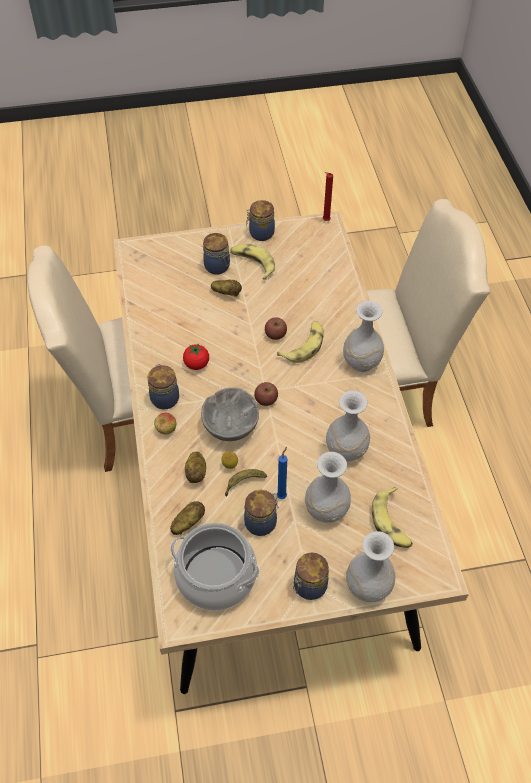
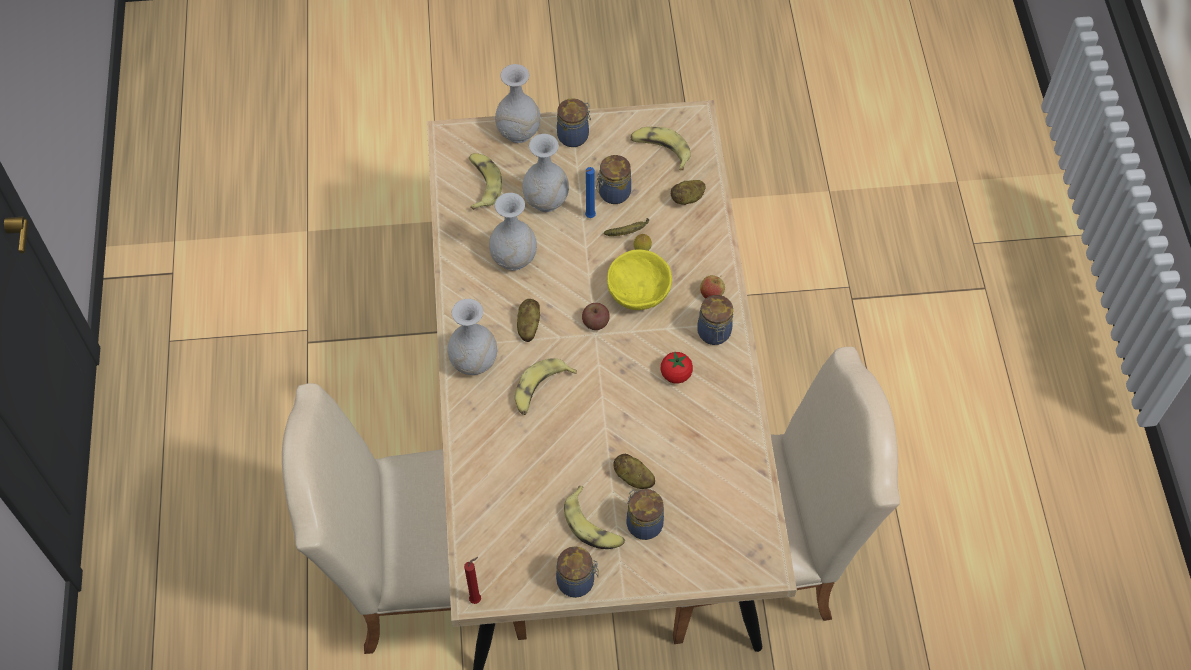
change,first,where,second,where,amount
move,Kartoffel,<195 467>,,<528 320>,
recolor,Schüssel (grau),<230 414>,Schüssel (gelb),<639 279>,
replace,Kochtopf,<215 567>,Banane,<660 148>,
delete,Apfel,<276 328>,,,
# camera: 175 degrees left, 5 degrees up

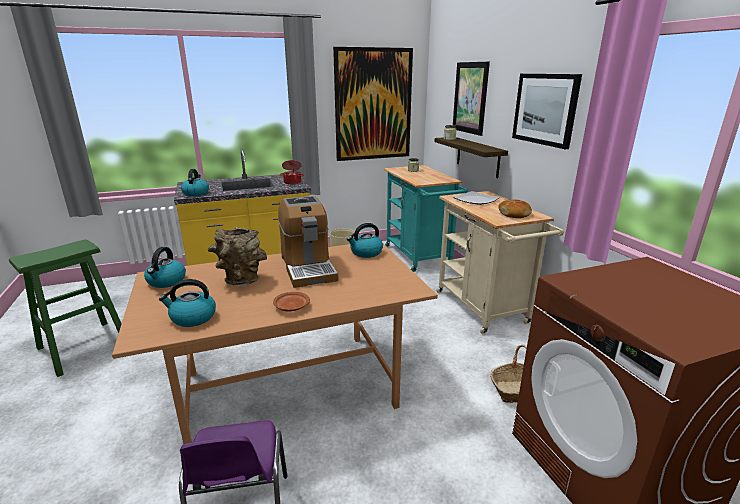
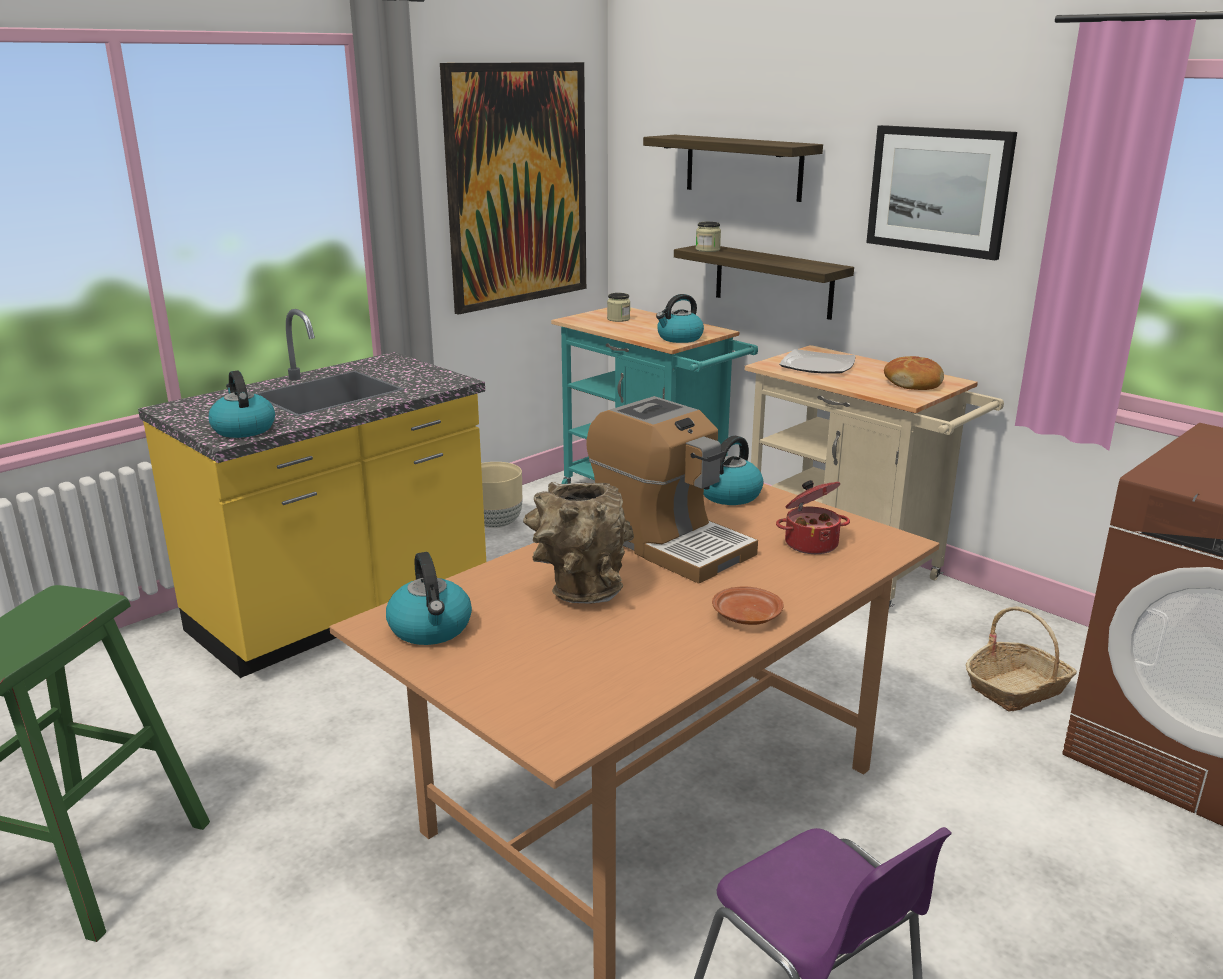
change,first,where,second,where,amount
replace,Bild,<471 99>,Wandregal,<733 168>,
move,Wasserkessel,<187 303>,,<680 318>,
move,Kochtopf,<292 172>,,<813 517>,
# camera: 25 degrees left, 0 degrees up

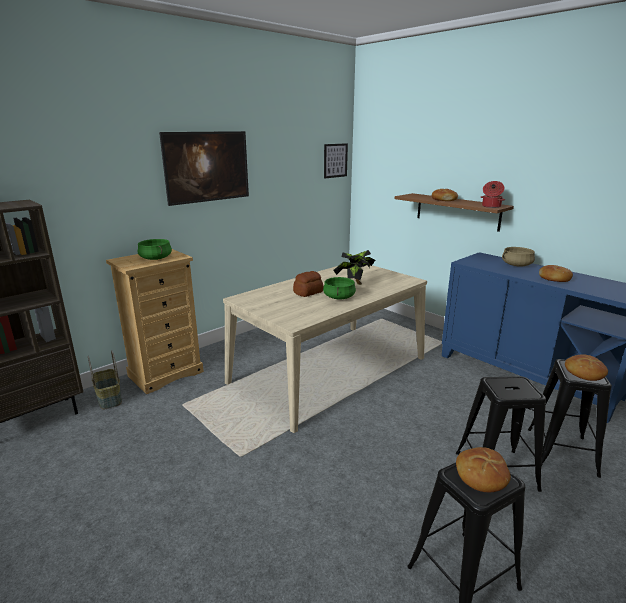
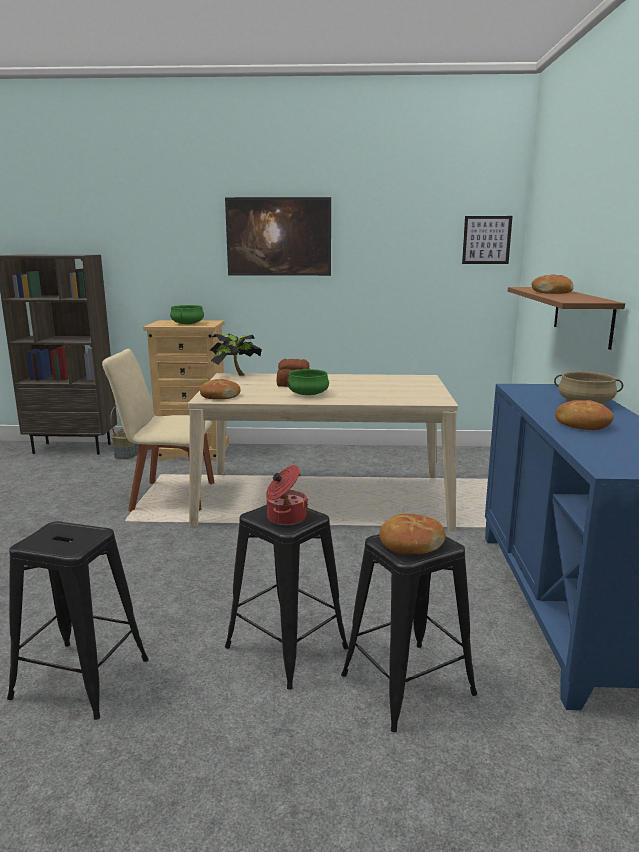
change,first,where,second,where,amount
insert,,,Stuhl (beige),<158 430>,
move,Brot,<483 469>,,<220 389>,
move,Topfpflanze,<354 267>,,<236 354>,
move,Kochtopf,<493 194>,,<287 495>,
# camera: 45 degrees right, 5 degrees down

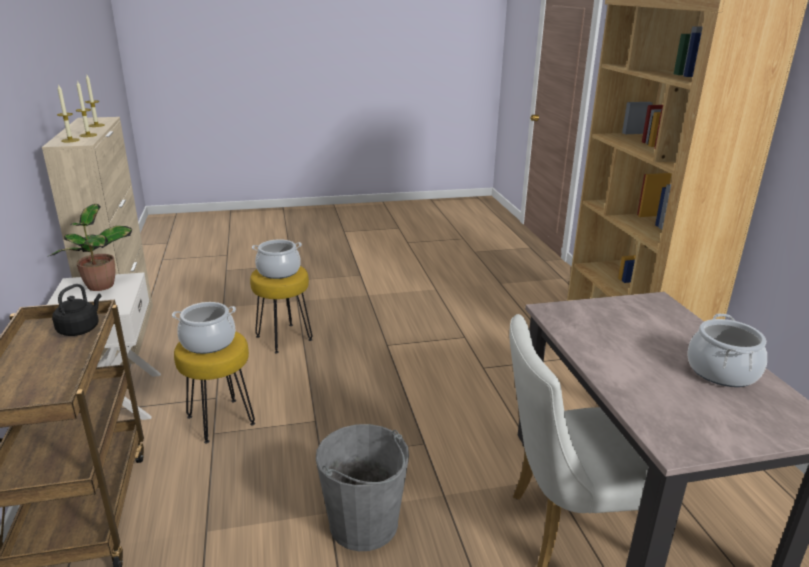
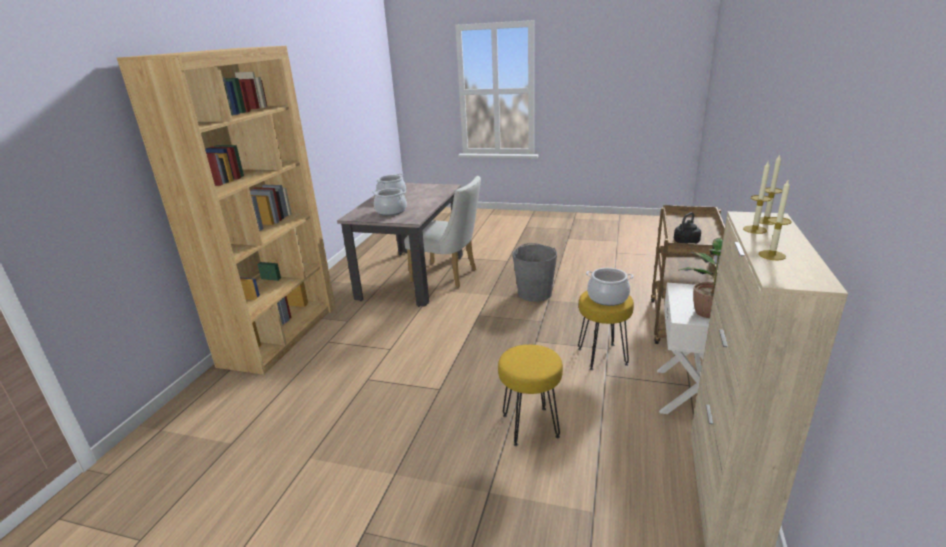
change,first,where,second,where,amount
move,Kochtopf,<277 259>,,<389 202>,
# camera: 150 degrees left, 0 degrees up

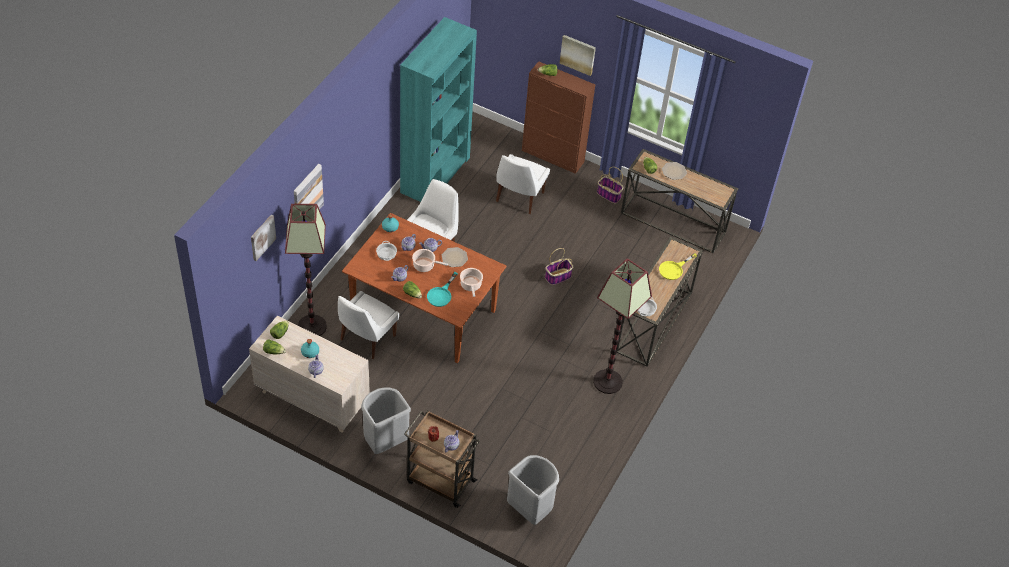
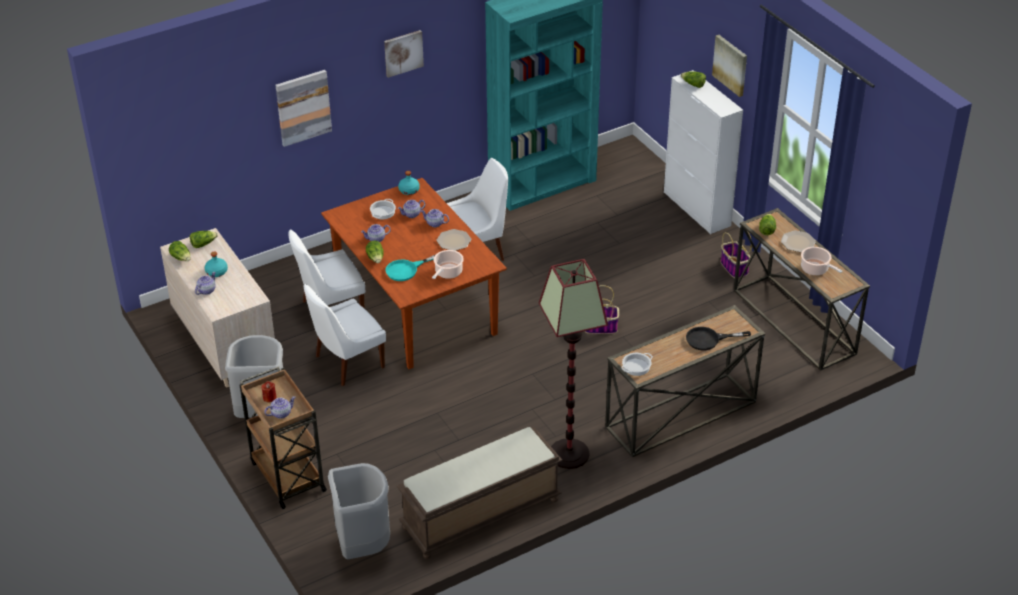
change,first,where,second,where,amount
move,Stuhl (weiß),<523 184>,,<344 335>,
move,Bild,<263 238>,,<404 54>,
insert,,,Bank (braun),<479 493>,
recolor,Schrank (braun),<558 117>,Schrank (weiß),<703 152>,
recolor,Pfanne (gelb),<678 266>,Pfanne (schwarz),<718 338>,
move,Kochtopf,<430 260>,,<822 261>,
delete,Stehlampe,<306 270>,,,
# camera: 35 degrees right, 10 degrees down

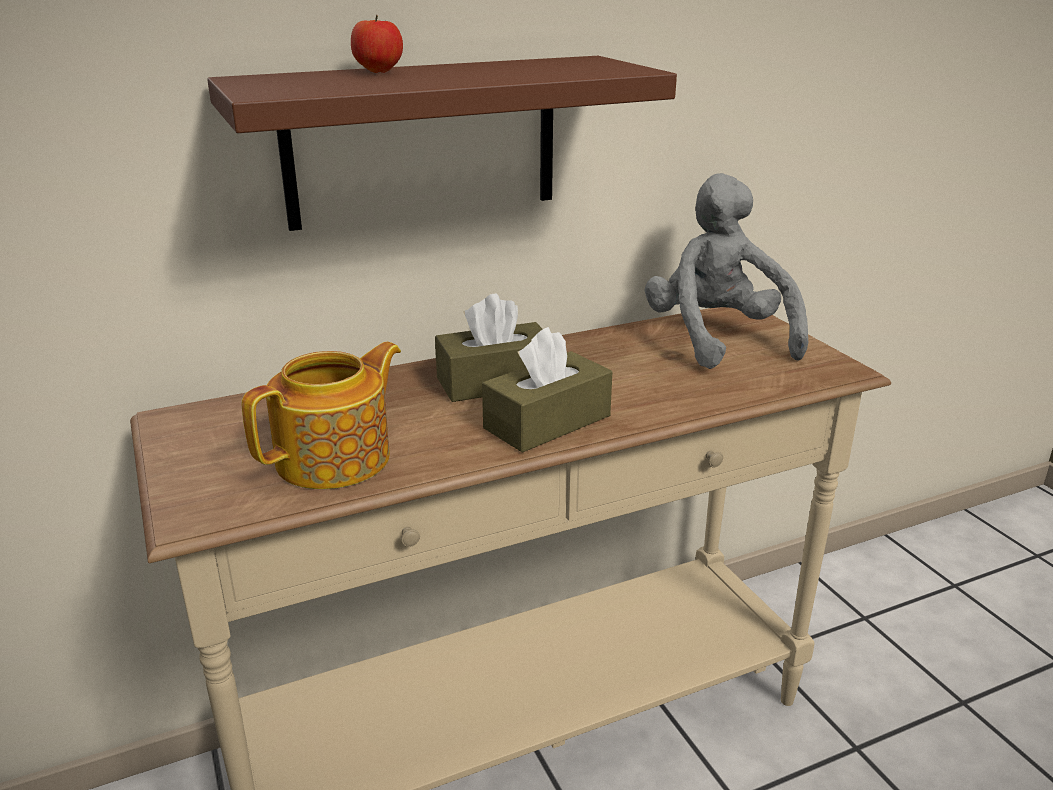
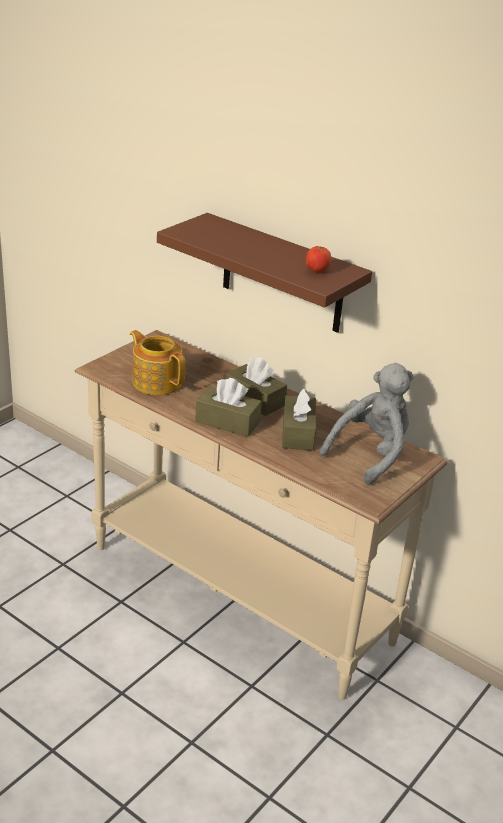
change,first,where,second,where,amount
rotate,Teekanne,<321 415>,,<157 362>,150 degrees counterclockwise
insert,,,Taschentuchbox (braun),<299 419>,
move,Apfel,<377 43>,,<318 259>,
# camera: 60 degrees right, 5 degrees up

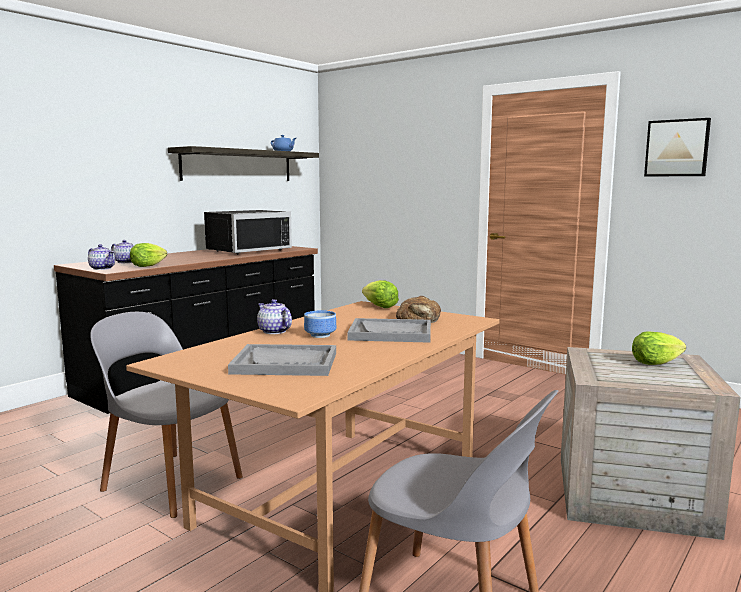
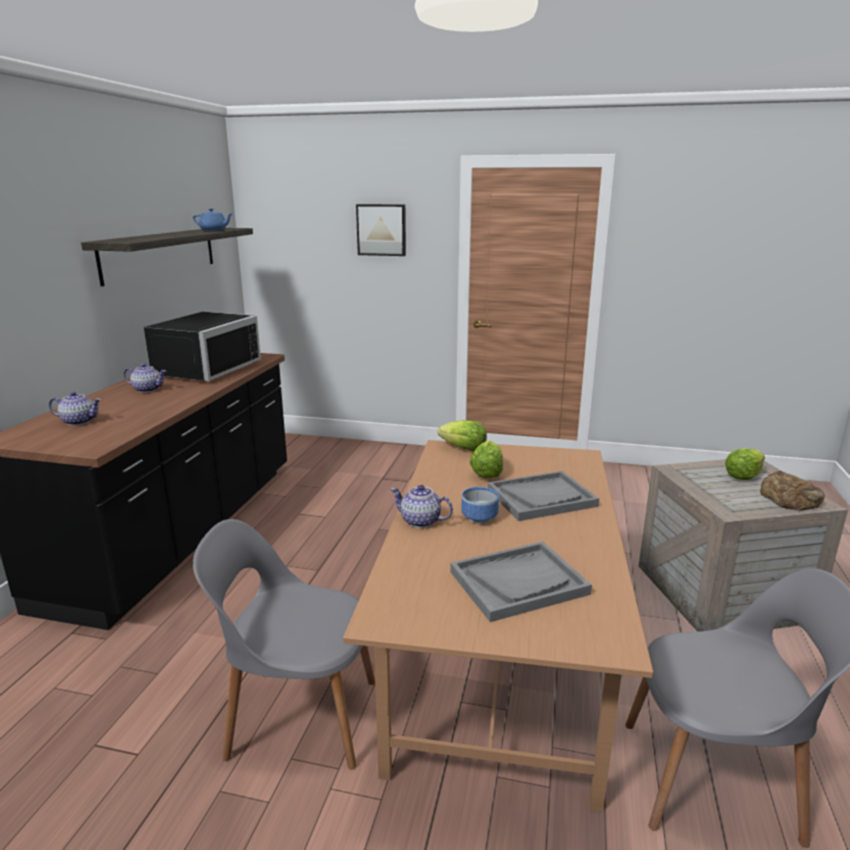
change,first,where,second,where,amount
move,Teekanne,<101 257>,,<144 378>,
move,Bild,<677 147>,,<381 230>,
move,Salatkopf,<148 255>,,<486 459>,
move,Brot,<418 309>,,<792 491>,
# camera: 25 degrees left, 10 degrees up

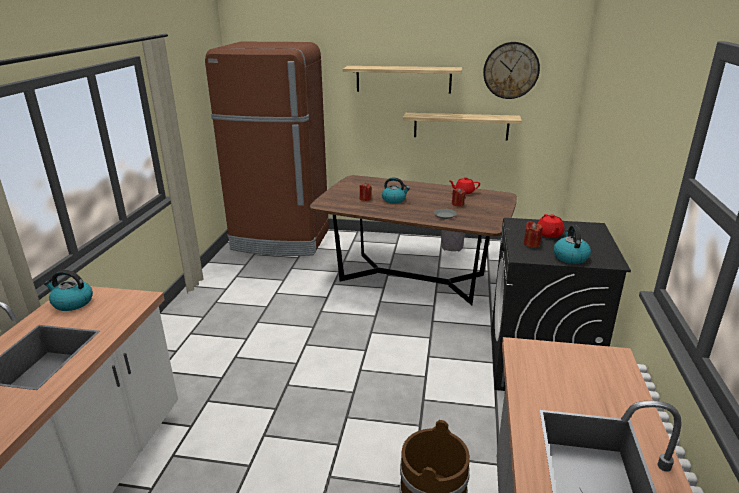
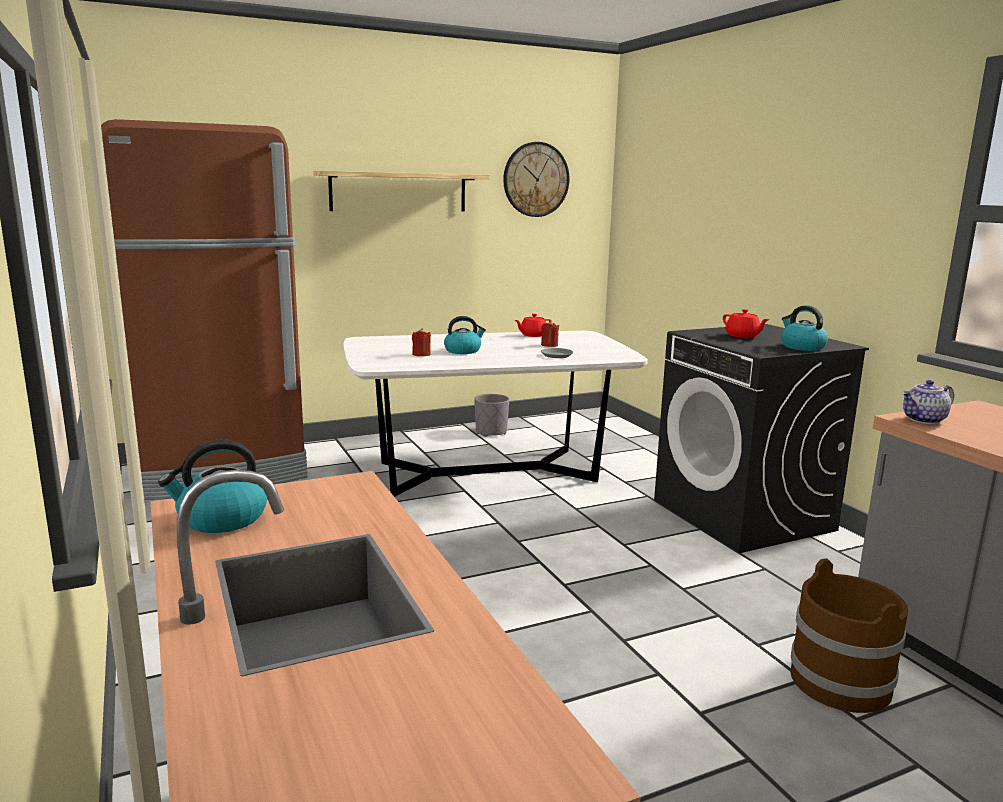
change,first,where,second,where,amount
recolor,Esstisch (braun),<413 240>,Esstisch (weiß),<495 414>,
insert,,,Teekanne,<928 402>,
delete,Wandregal,<462 126>,,,
delete,Kerze (rot),<533 234>,,,
# camera: 35 degrees left, 10 degrees down

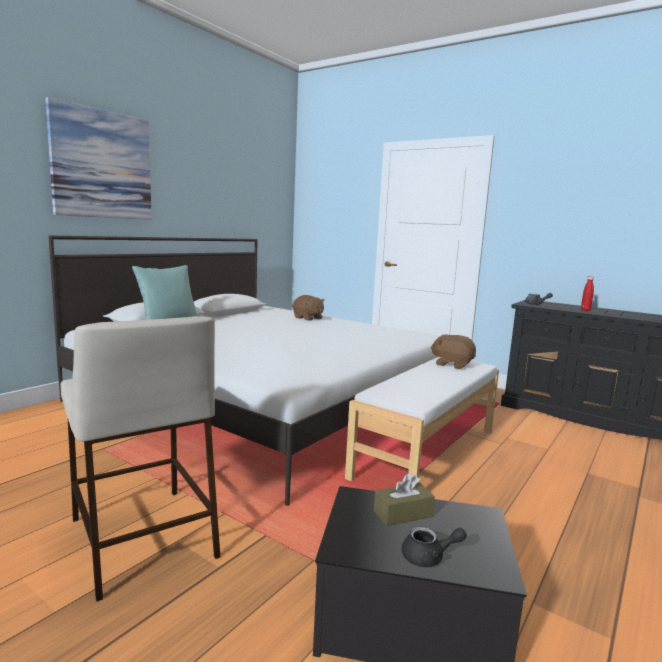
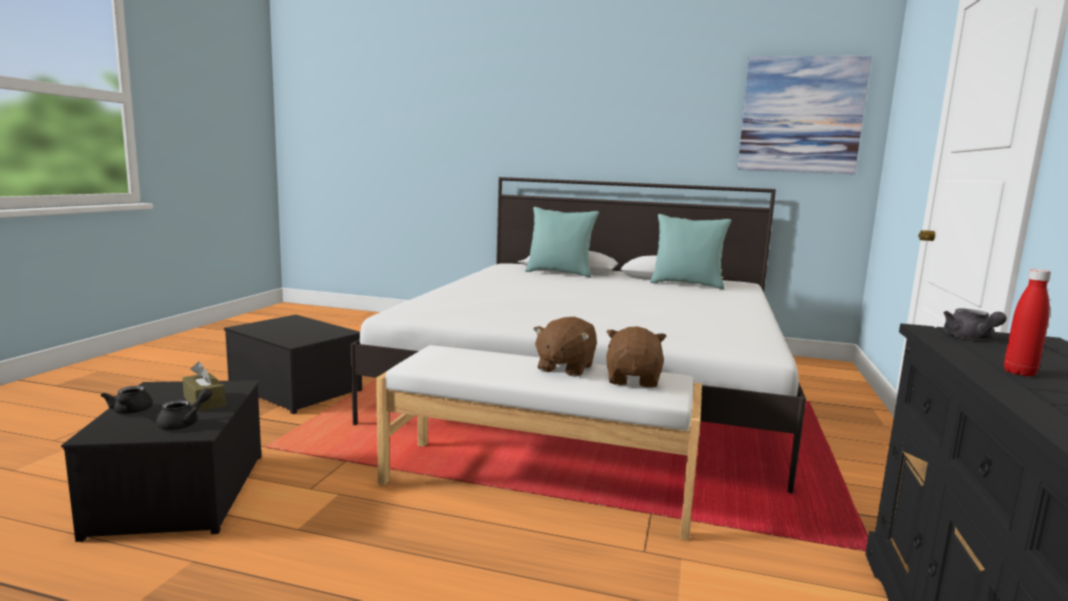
change,first,where,second,where,amount
insert,,,Teekanne (schwarz),<184 409>,
replace,Hocker (beige),<140 459>,Aufbewahrungsbox,<293 364>,
move,Plüschtier (braun),<309 308>,,<565 347>,
insert,,,Kissen (türkis),<690 251>,
move,Bild,<98 158>,,<804 114>,
# camera: 70 degrees right, 0 degrees up

